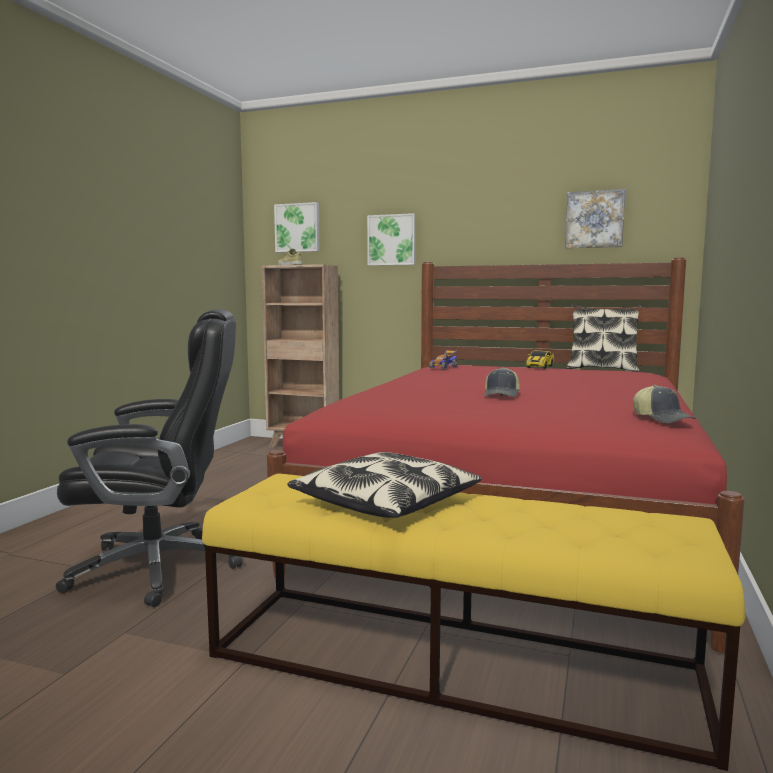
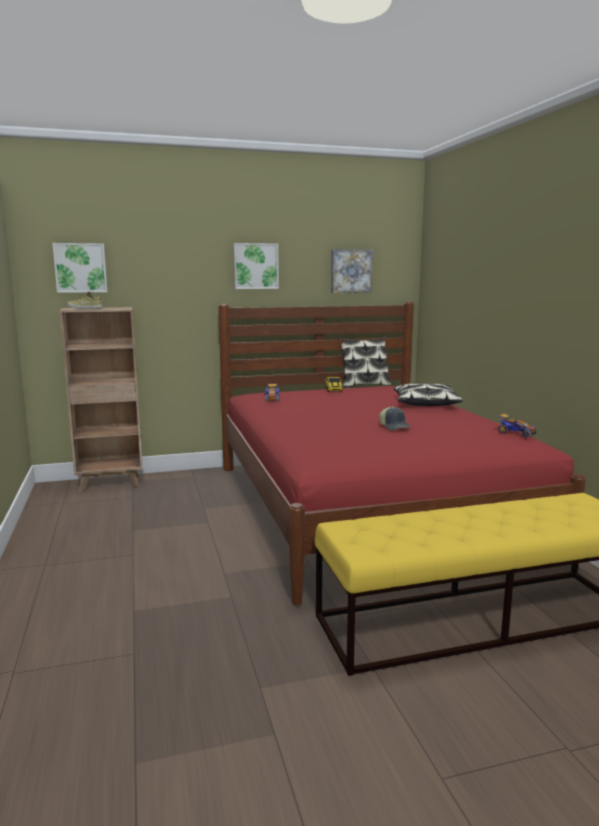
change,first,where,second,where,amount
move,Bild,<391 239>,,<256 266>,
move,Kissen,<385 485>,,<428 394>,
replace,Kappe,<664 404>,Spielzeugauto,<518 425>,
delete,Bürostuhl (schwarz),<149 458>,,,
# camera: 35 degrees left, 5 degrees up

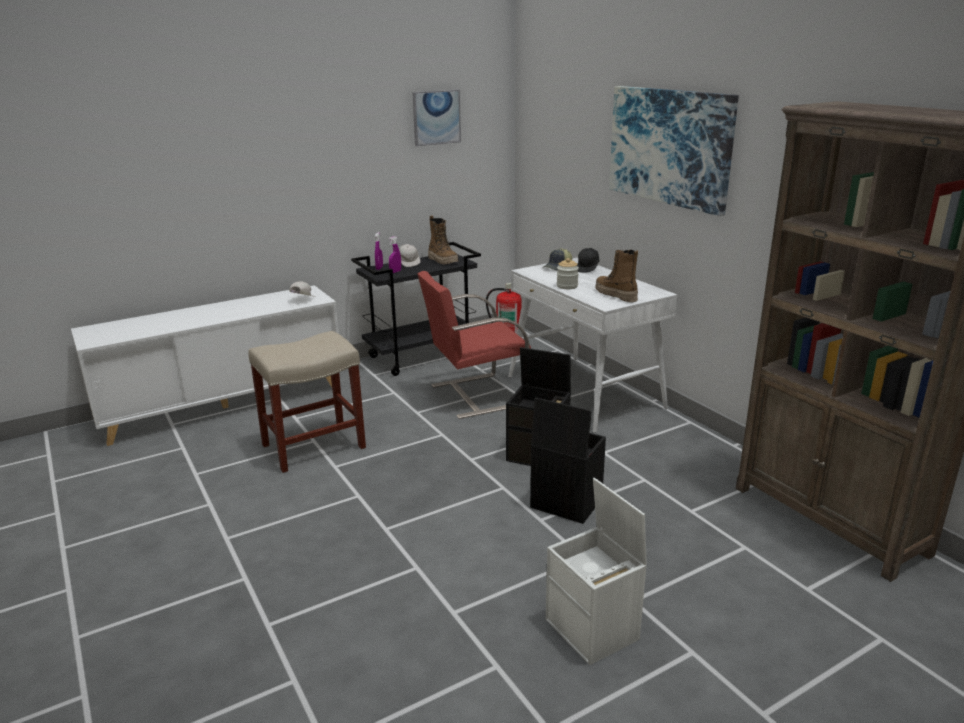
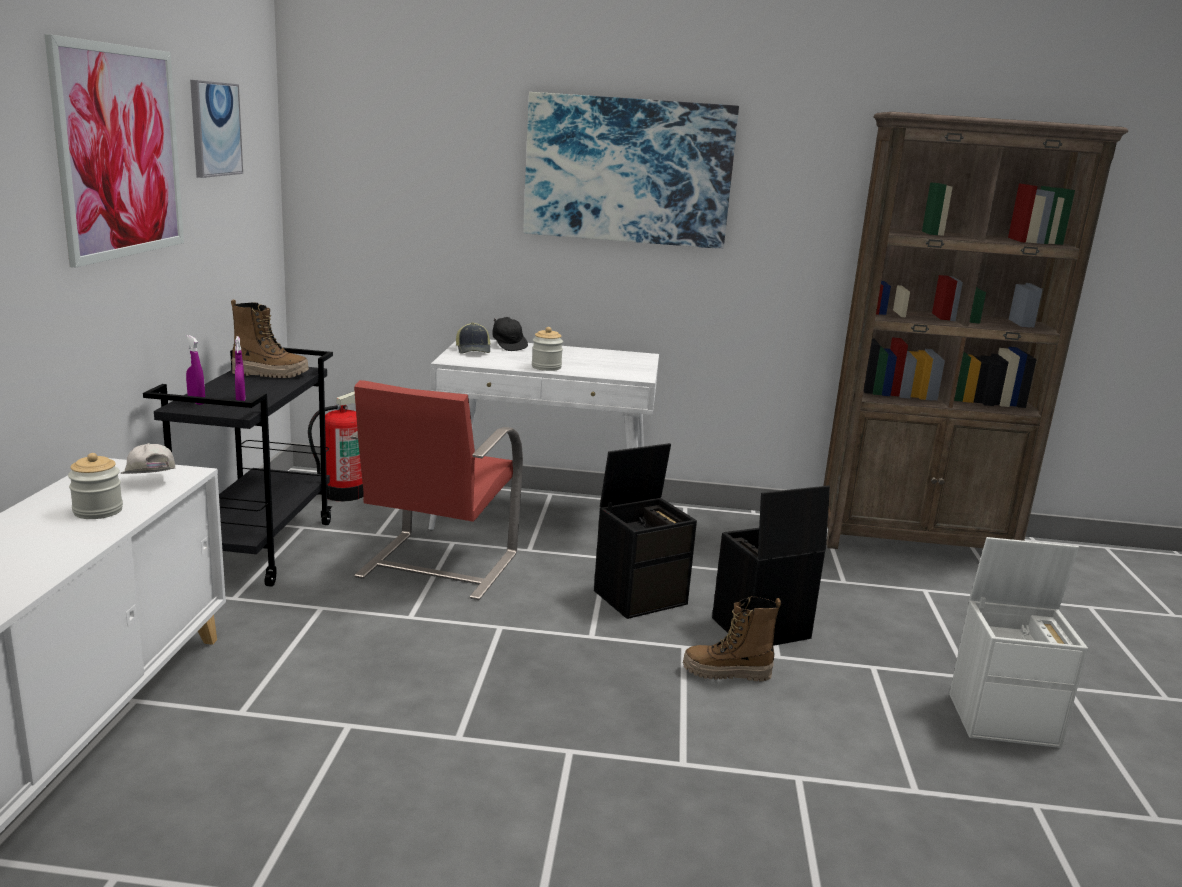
change,first,where,second,where,amount
insert,,,Bild,<114 151>,
insert,,,Vorratsglas,<95 486>,
move,Stiefel,<617 275>,,<732 639>,
delete,Hocker (beige),<307 402>,,,
delete,Kappe (weiß),<410 255>,,,
# camera: 55 degrees left, 5 degrees down

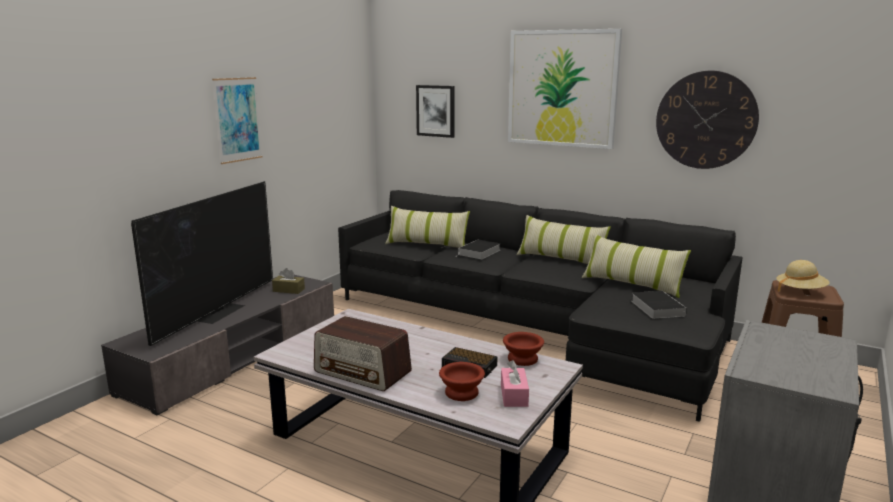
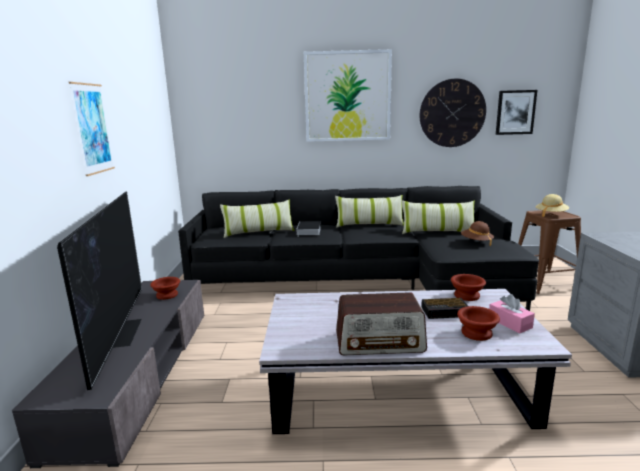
change,first,where,second,where,amount
replace,Taschentuchbox (braun),<288 281>,Schüssel (braun),<165 288>,
replace,Buch,<659 305>,Hut (braun),<477 233>,
move,Bild,<435 111>,,<516 112>,
# camera: 30 degrees left, 0 degrees up

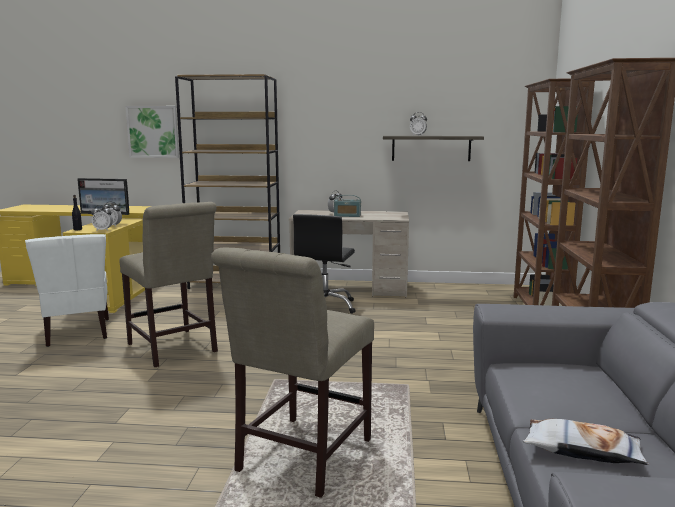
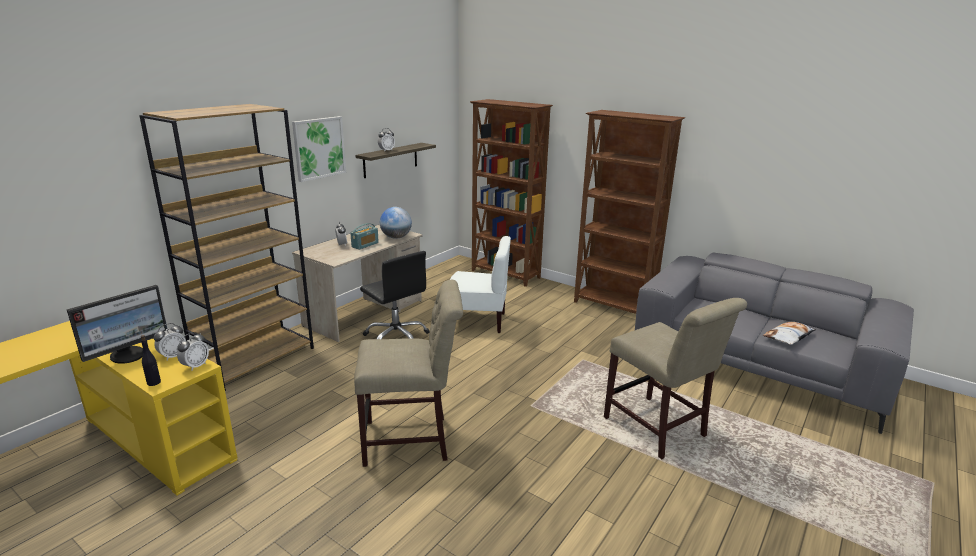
change,first,where,second,where,amount
move,Bild,<152 132>,,<319 149>,
insert,,,Globus,<396 223>,
move,Stuhl (weiß),<67 290>,,<480 284>,
# camera: 60 degrees left, 10 degrees up

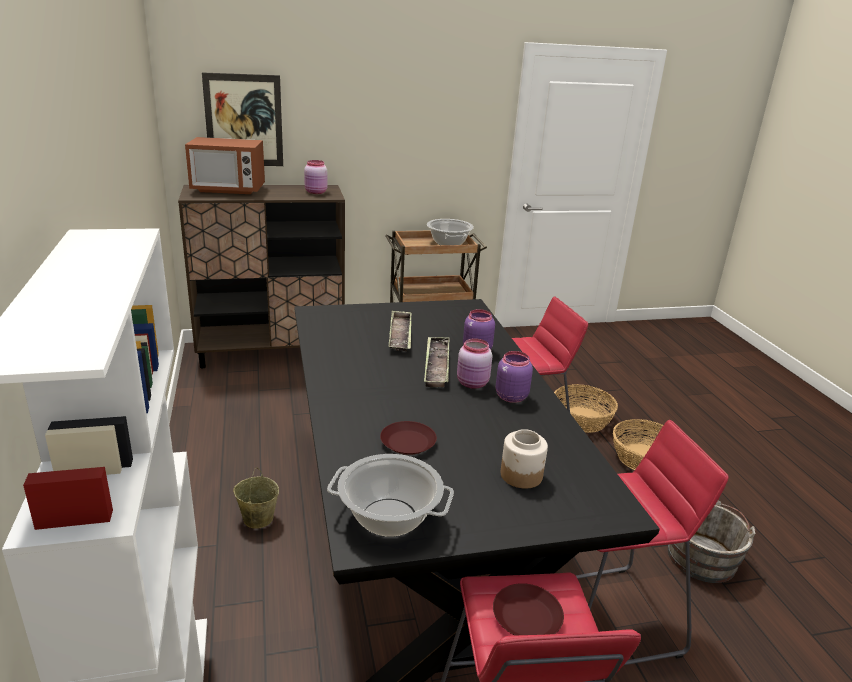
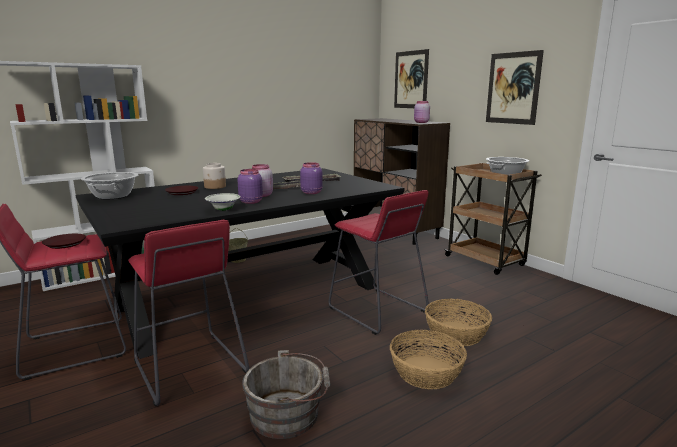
change,first,where,second,where,amount
move,Vorratsglas,<524 459>,,<214 176>,
insert,,,Schüssel (weiß),<223 202>,
insert,,,Bild,<515 87>,
delete,Mikrowelle,<225 165>,,,
# camera: 70 degrees right, 10 degrees down

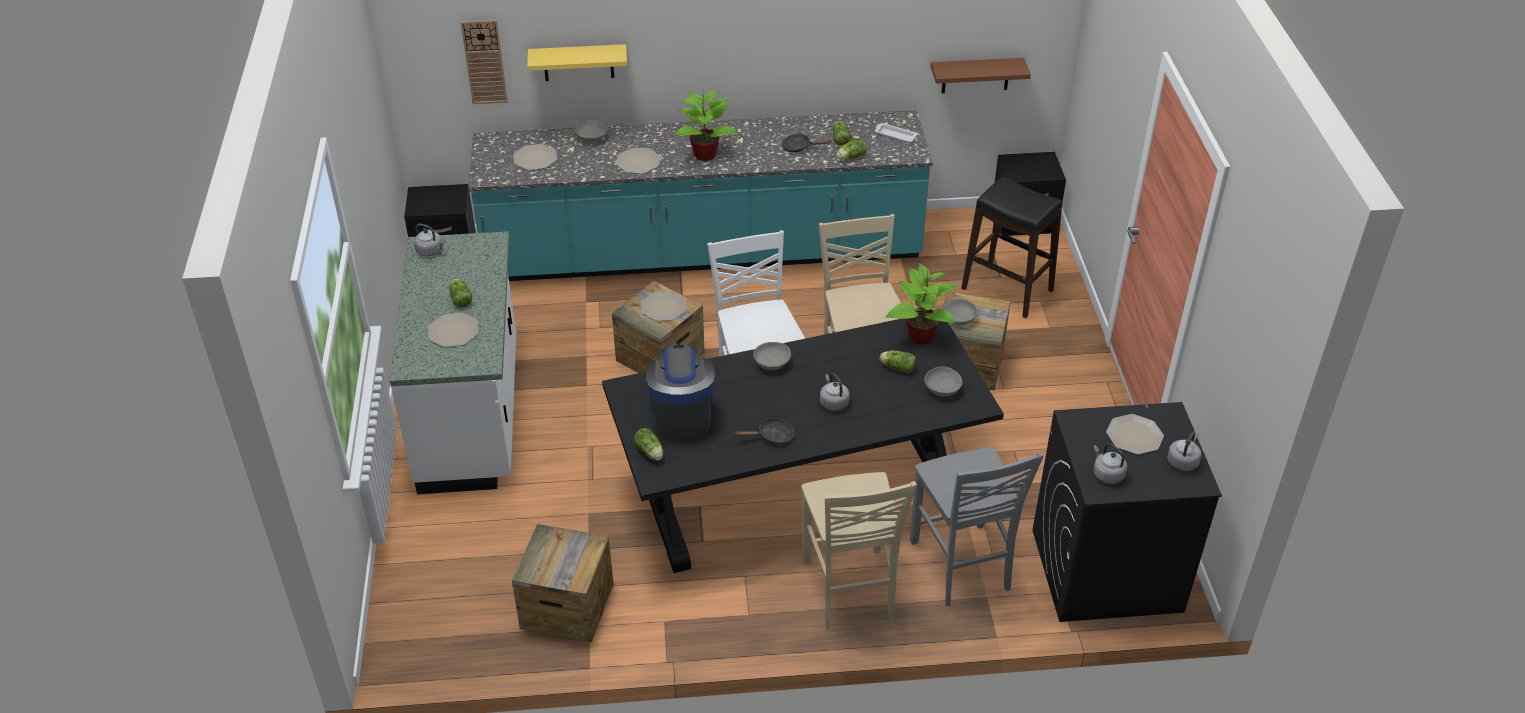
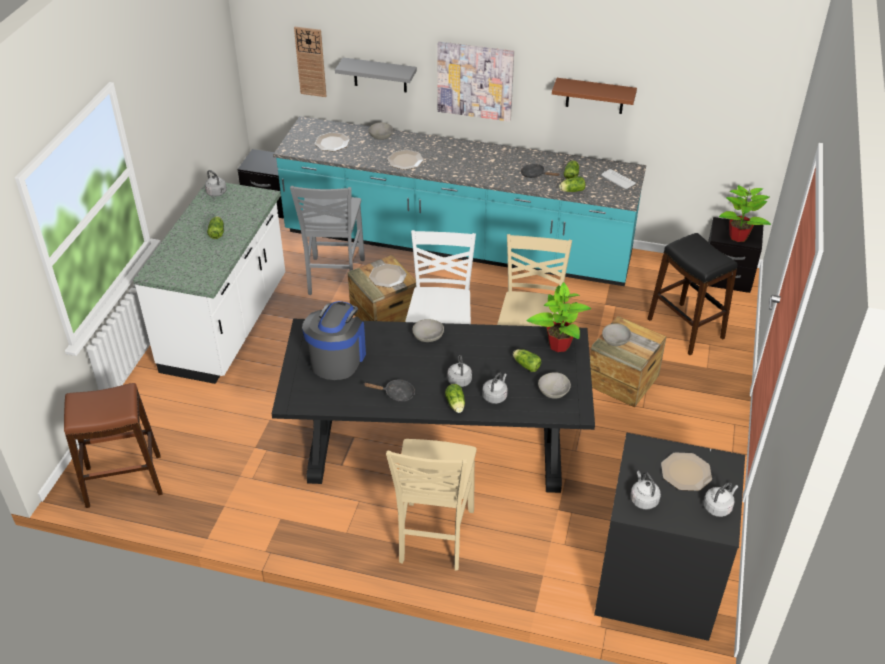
change,first,where,second,where,amount
insert,,,Hocker (braun),<113 445>,
move,Stuhl (grau),<977 526>,,<327 240>,
recolor,Wandregal (gelb),<577 62>,Wandregal (grau),<376 75>,
insert,,,Bild,<475 81>,
move,Salatkopf,<648 444>,,<455 398>,
insert,,,Wasserkessel (grau),<495 388>,
move,Wandregal (braun),<981 75>,,<594 96>,
move,Topfpflanze,<707 125>,,<745 213>,
delete,Teller,<453 330>,,,
delete,Kiste,<563 583>,,,
# camera: 20 degrees right, 0 degrees up

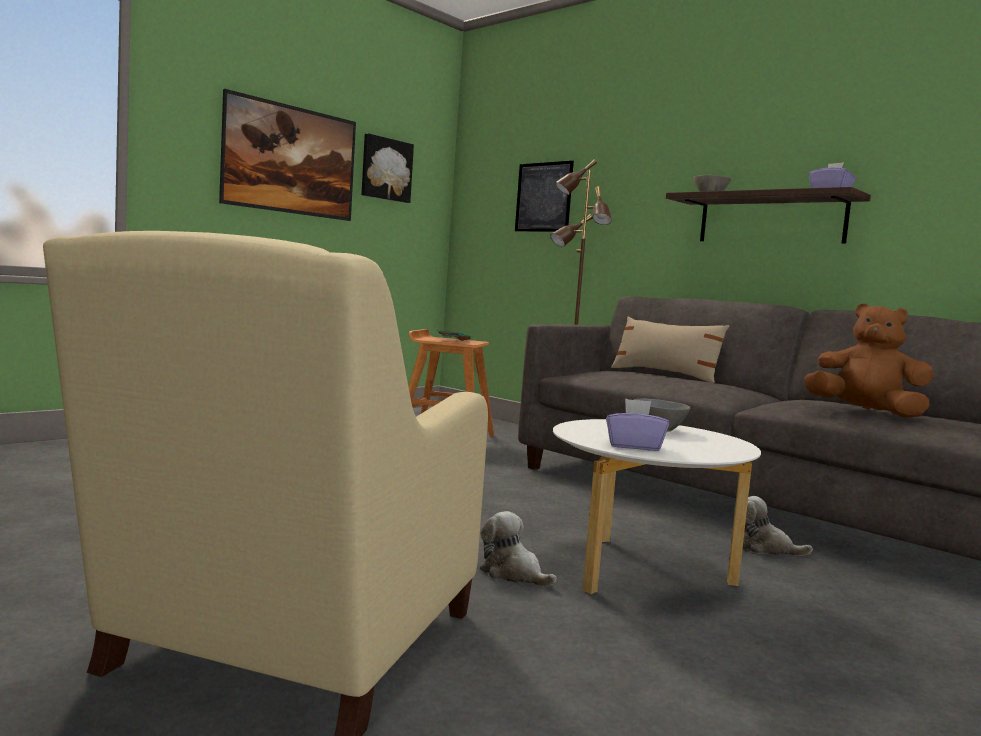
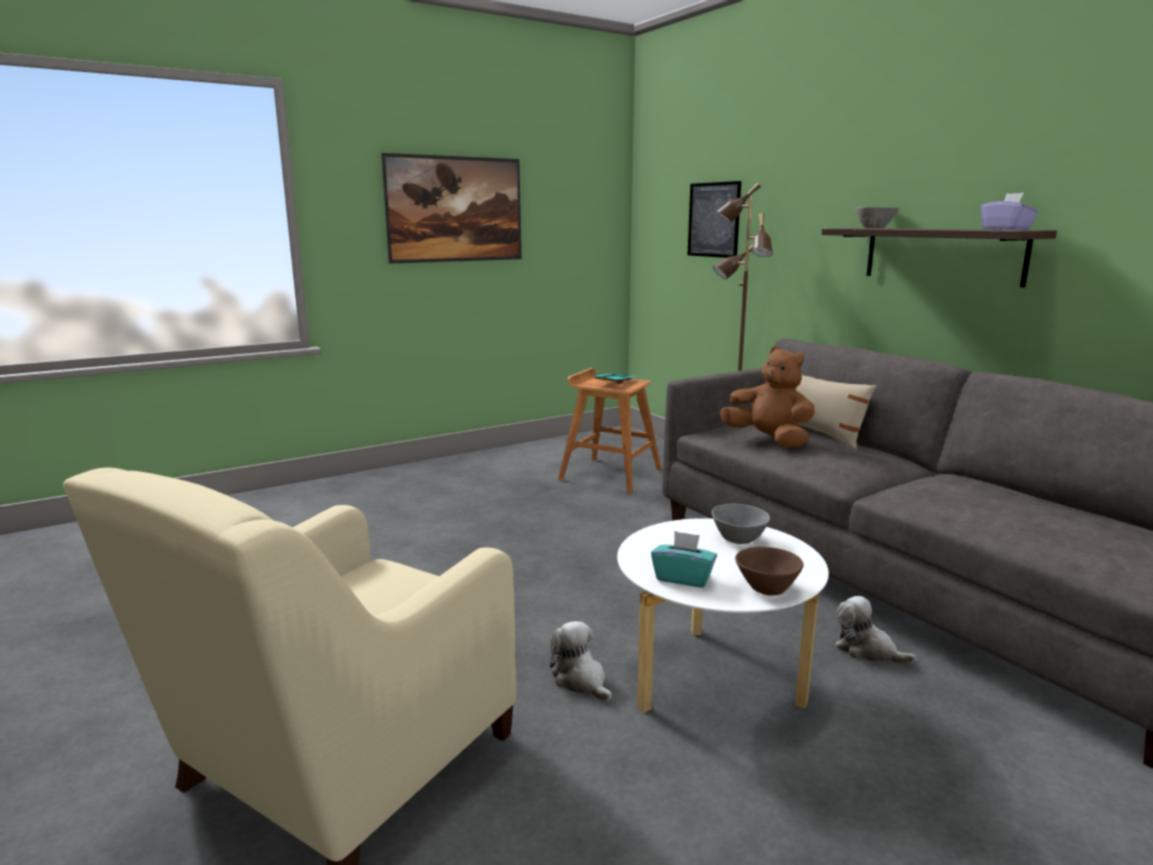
change,first,where,second,where,amount
recolor,Taschentuchbox (lila),<637 425>,Taschentuchbox (türkis),<684 559>,
move,Plüschtier (braun),<869 360>,,<767 397>,
insert,,,Schüssel (braun),<769 571>,
delete,Bild,<387 168>,,,
# camera: 15 degrees right, 10 degrees up

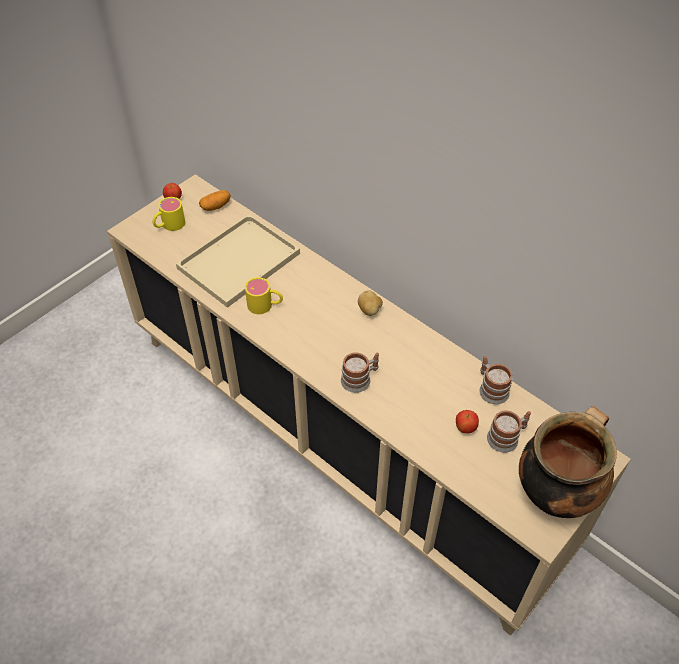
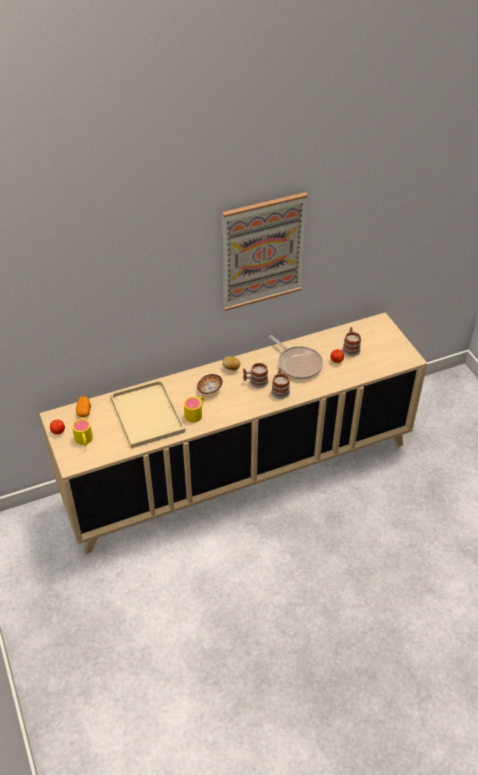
change,first,where,second,where,amount
insert,,,Schüssel,<209 384>,
insert,,,Bild,<265 251>,
move,Henkelbecher,<495 380>,,<255 375>,
insert,,,Pfanne,<296 357>,
delete,Kochtopf,<568 462>,,,
# camera: 65 degrees left, 5 degrees down

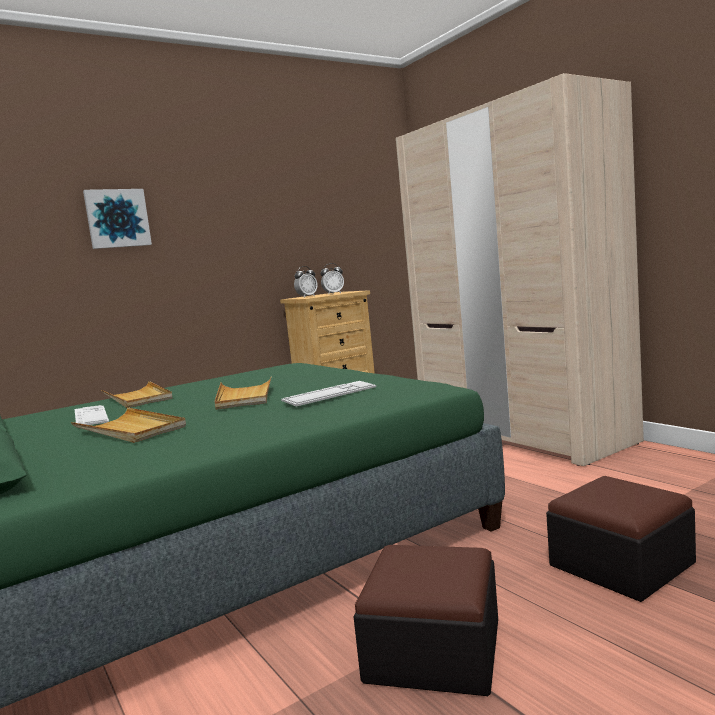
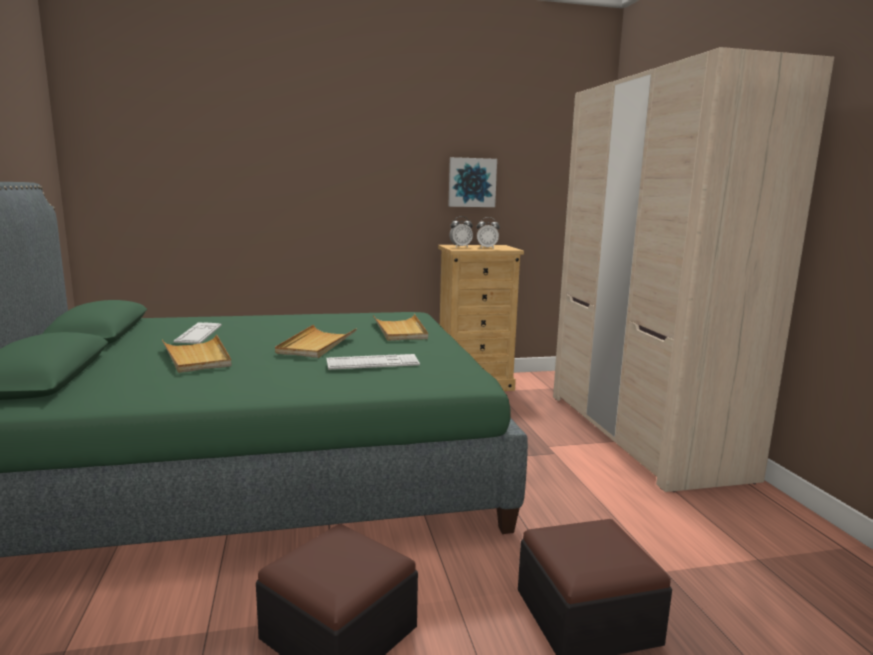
change,first,where,second,where,amount
move,Tablett (beige),<136 394>,,<400 327>,
move,Bild,<117 219>,,<472 182>,
# camera: 20 degrees right, 5 degrees up

